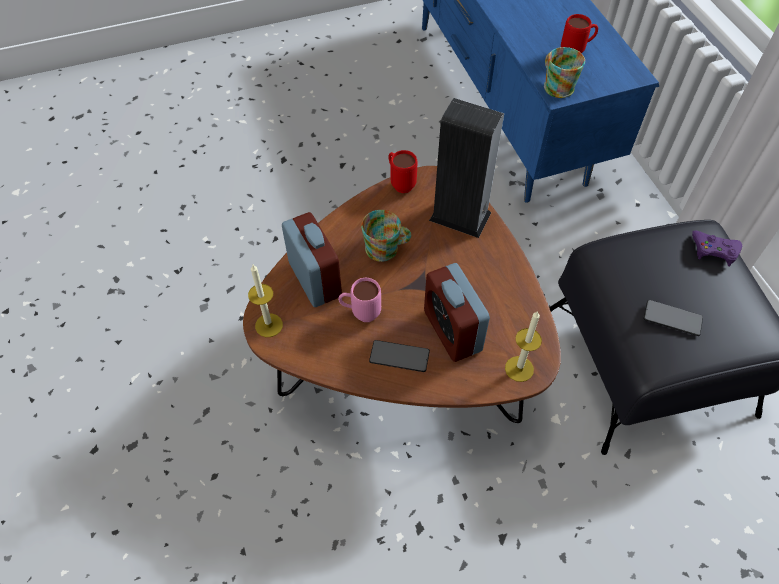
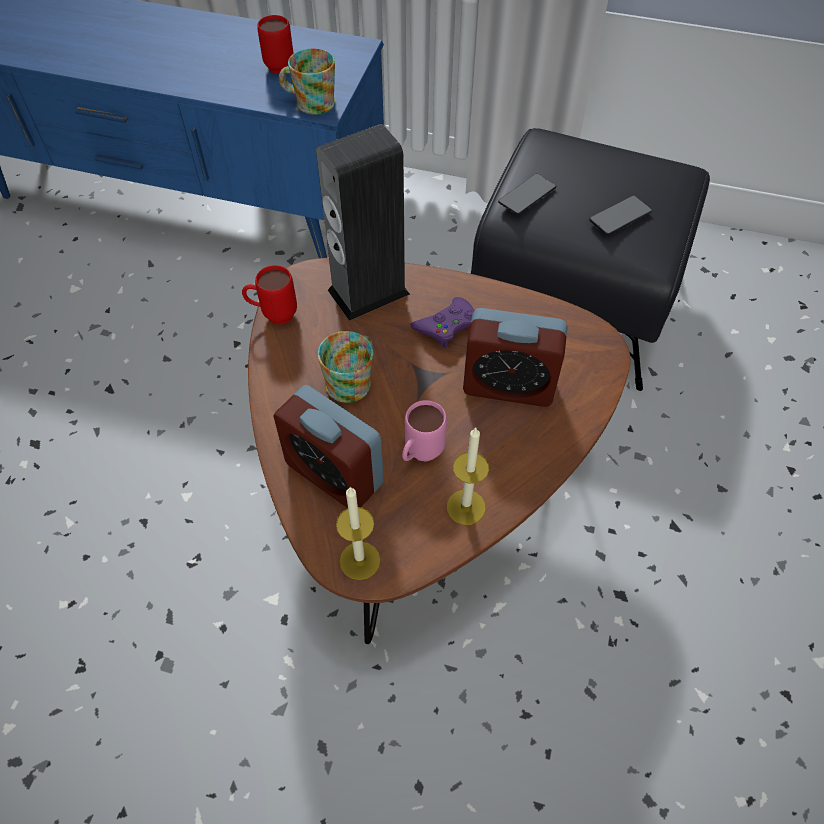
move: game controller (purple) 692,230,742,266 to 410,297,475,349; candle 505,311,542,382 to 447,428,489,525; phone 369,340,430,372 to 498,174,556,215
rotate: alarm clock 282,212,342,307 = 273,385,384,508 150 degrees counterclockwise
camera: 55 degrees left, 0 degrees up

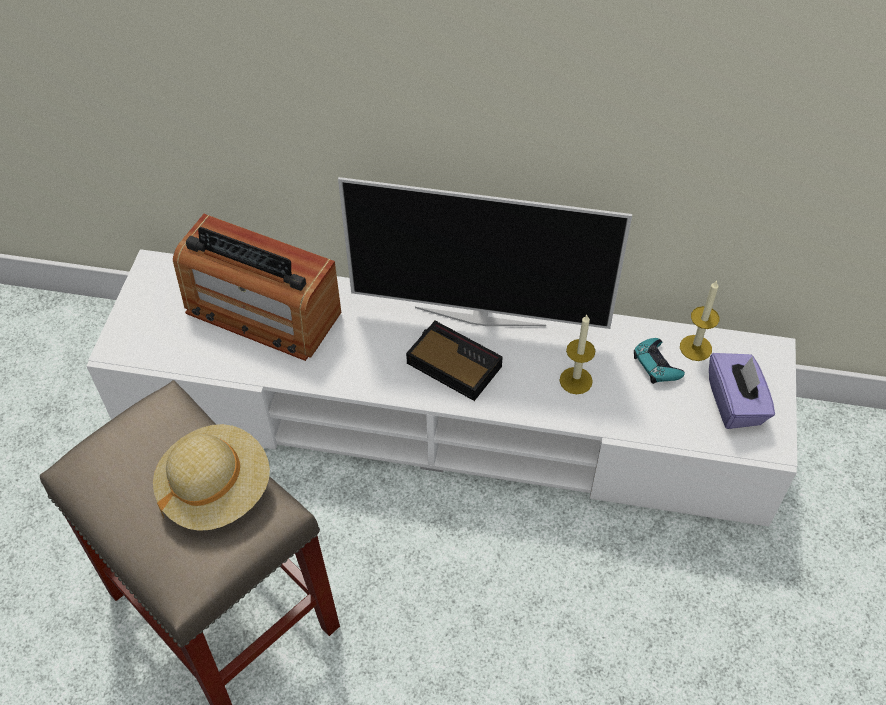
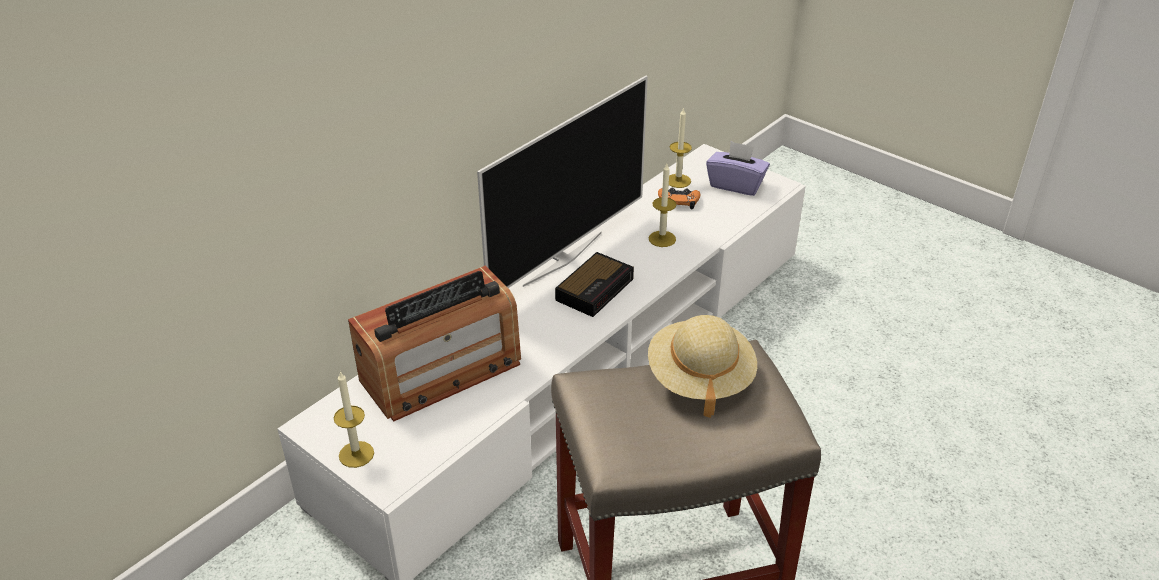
insert: candle 334,371,374,468
recolor: game controller (turquoise) 634,338,685,384 to game controller (orange) 658,188,700,209
rotate: alarm clock 406,321,503,401 = 555,252,634,317 150 degrees clockwise
camera: 60 degrees left, 15 degrees down

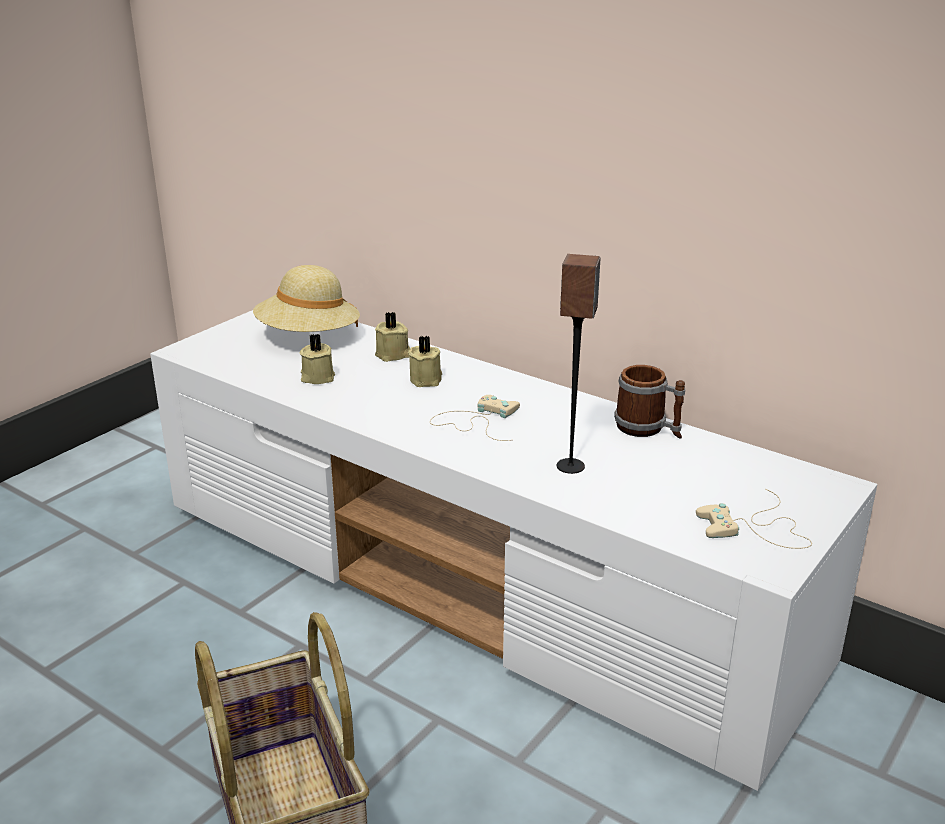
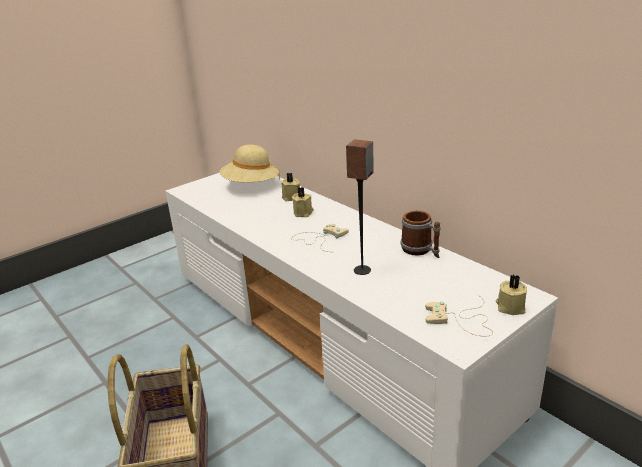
move: candle (beige) 300,334,335,384 to 496,275,527,315
camera: 15 degrees right, 0 degrees up

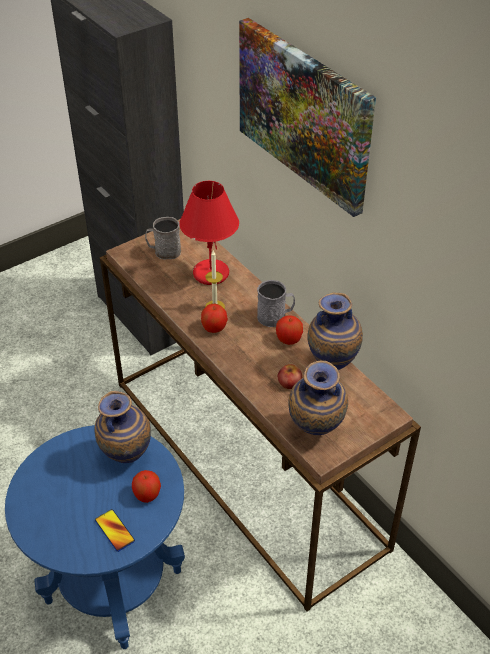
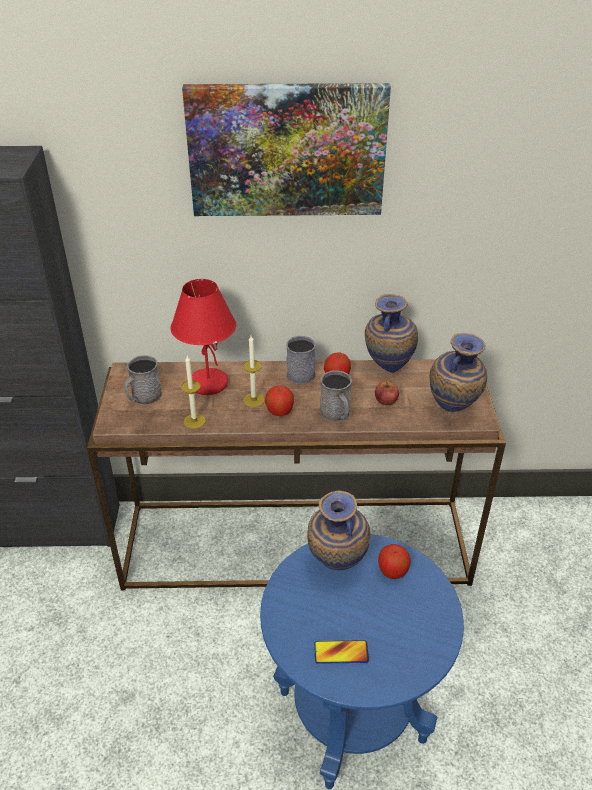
insert: candle 181,356,206,429; mug (grey) 320,370,352,422
move: phone 95,509,135,552 to 314,640,369,664
camera: 55 degrees left, 5 degrees down

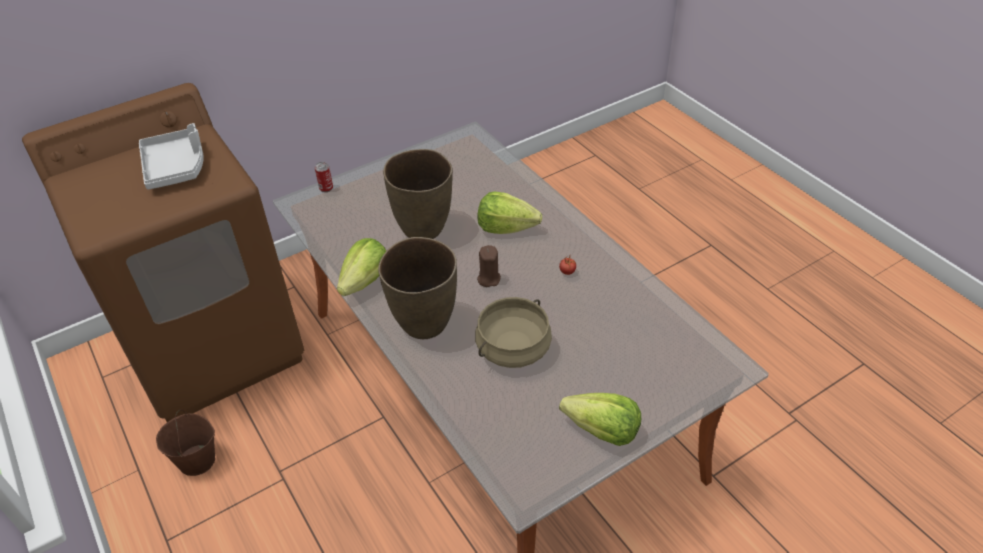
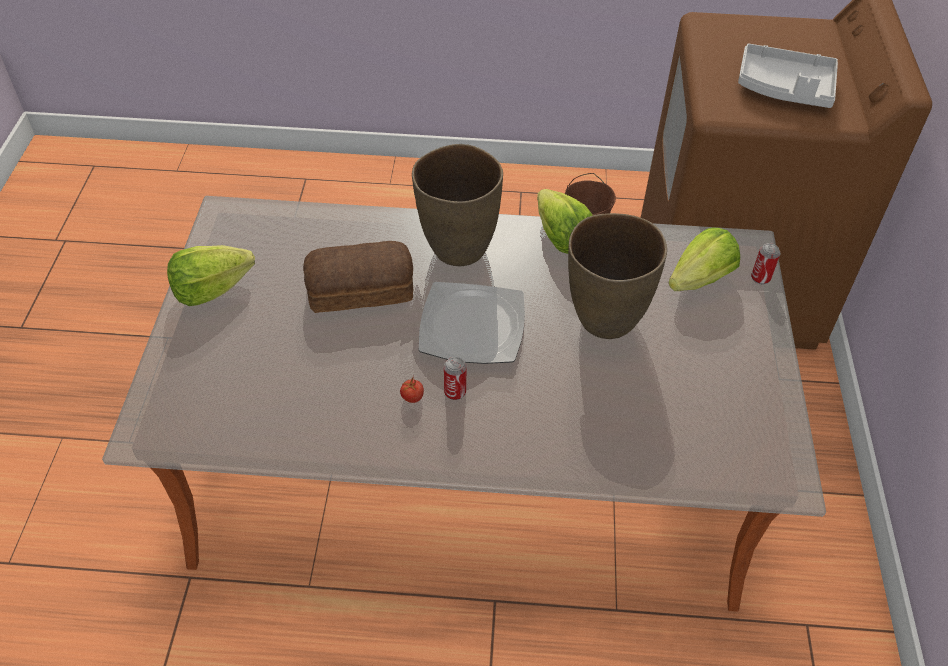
insert: can 444,357,466,400
move: lettuce 478,191,542,234 to 668,228,740,291
replace: candle (brown) 477,245,501,287 to plate 419,282,525,364; cooking pot (beige) 475,297,552,368 to bread 303,241,413,313
camera: 125 degrees right, 5 degrees up

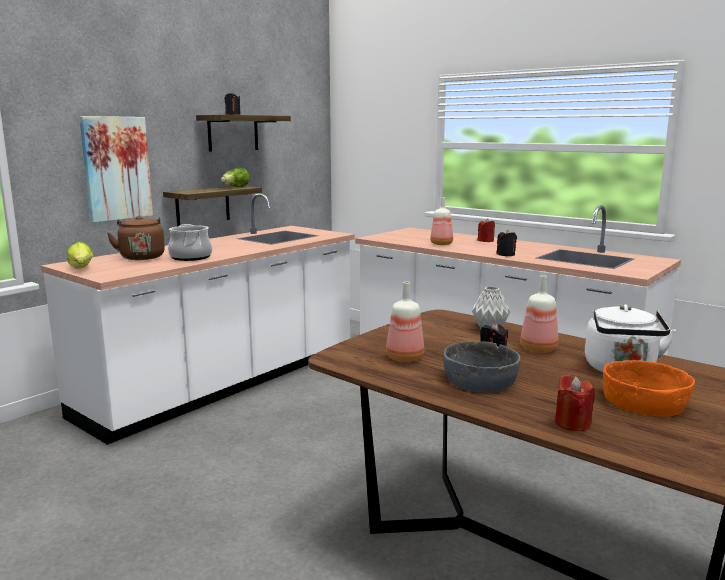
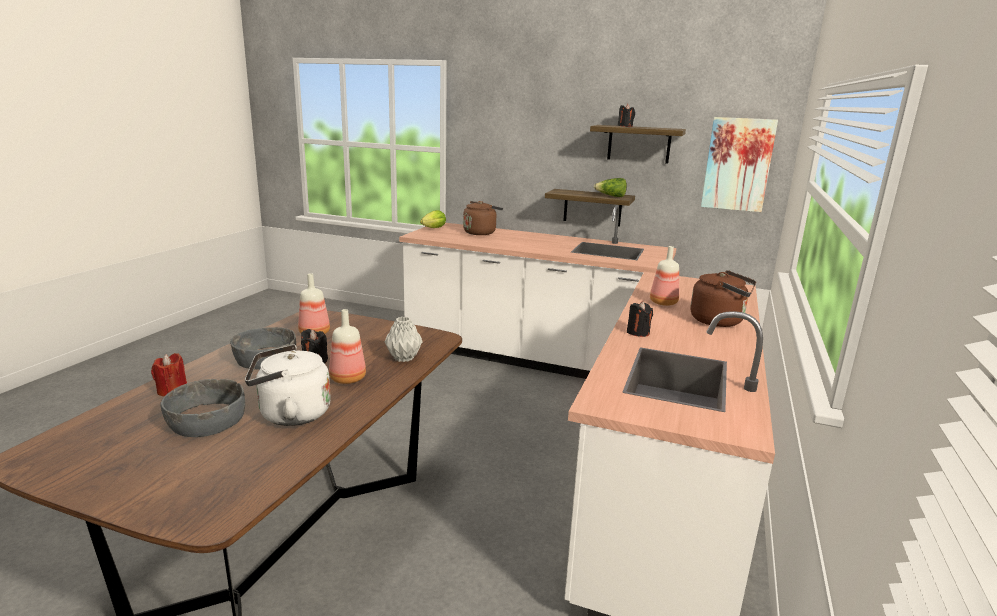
delete: cooking pot 168,224,212,261
move: picture 79,116,153,222 to 701,117,778,212
replace: candle (red) 477,219,495,242 to kettle (brown) 690,270,756,327
recolor: bowl (orange) 603,360,695,417 to bowl (grey) 160,379,245,437
camera: 70 degrees right, 5 degrees up

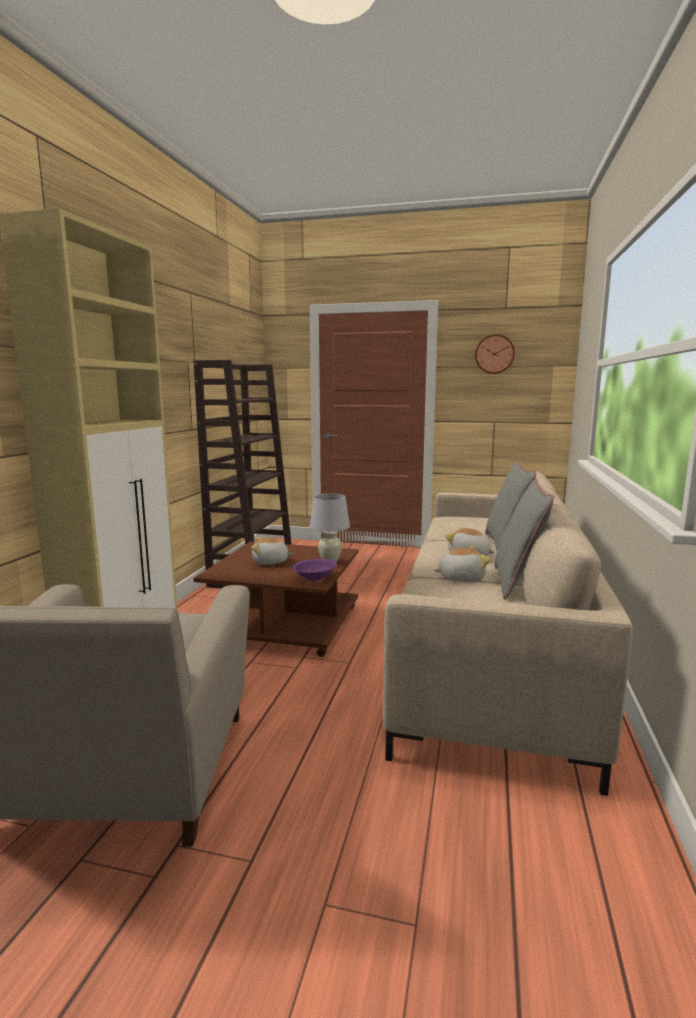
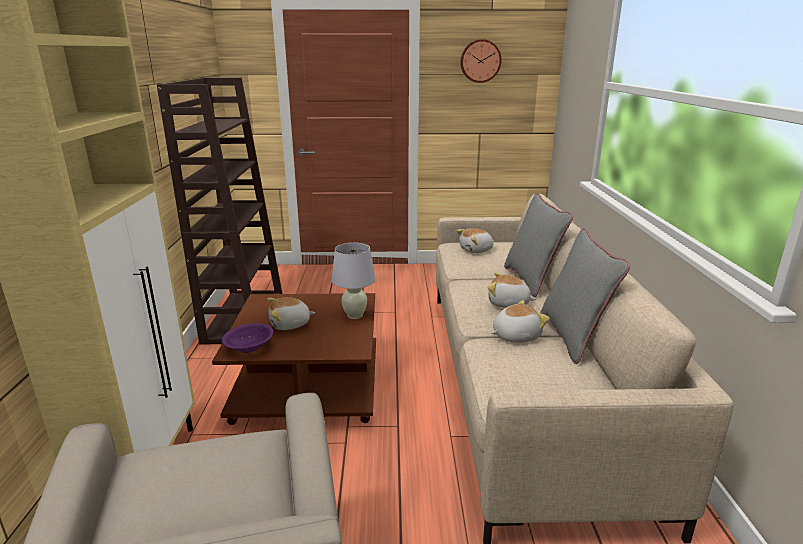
insert: plush toy 456,228,494,253
move: bowl (purple) 292,559,337,581 to 222,323,273,353
camera: 15 degrees left, 10 degrees up

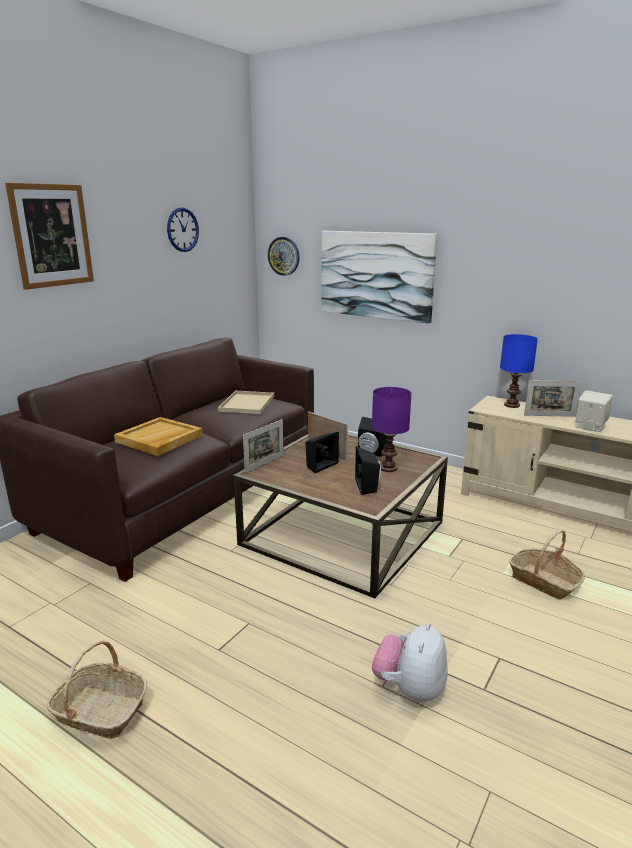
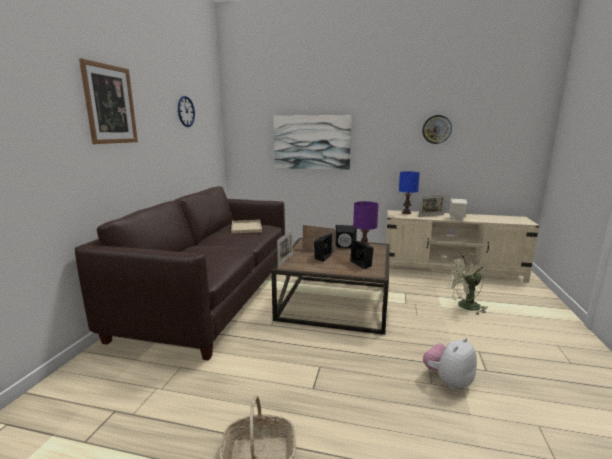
delete: tray (beige) 114,417,203,456
move: wall clock 268,237,300,276 to 422,115,452,144
replace: basket 509,529,585,599 to fan (green) 446,253,487,315
rotate: plush toy 372,622,448,703 = 423,338,477,390 45 degrees clockwise
camera: 20 degrees left, 5 degrees down

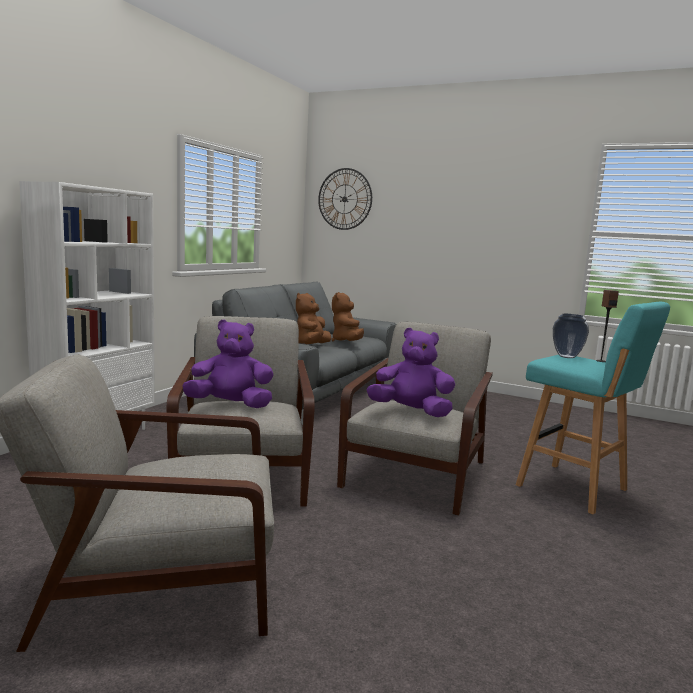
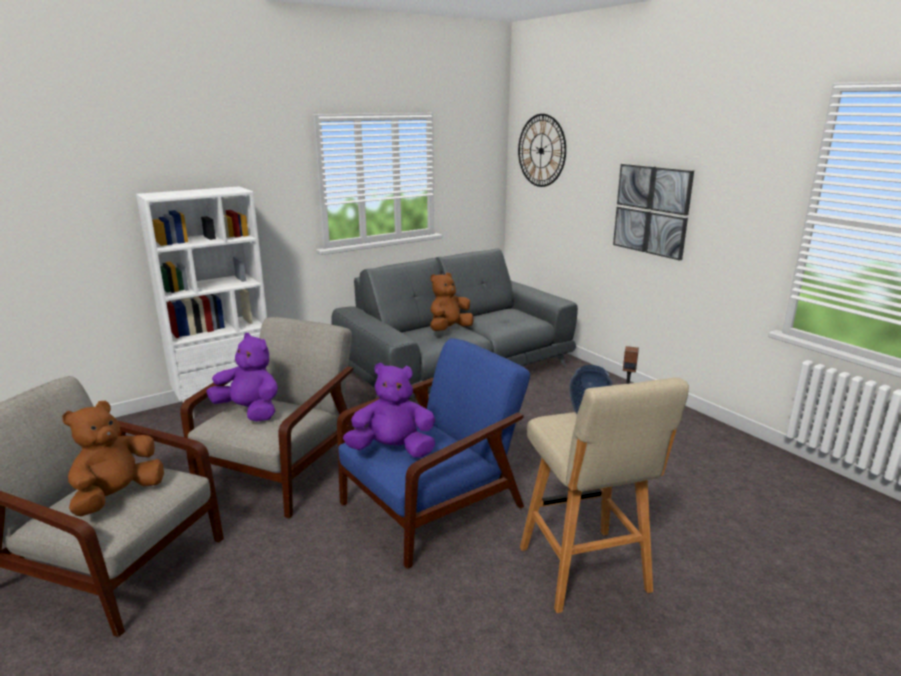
insert: picture 613,164,694,261
move: plush toy (brown) 332,292,364,342 to 62,401,164,516
recolor: stool (turquoise) 516,302,670,515 to stool (beige) 520,377,689,613; armchair (grey) 337,322,493,515 to armchair (blue) 337,338,530,569
rotate: plush toy (purple) 366,328,455,417 = 343,363,435,458 45 degrees counterclockwise
camera: 30 degrees right, 10 degrees up

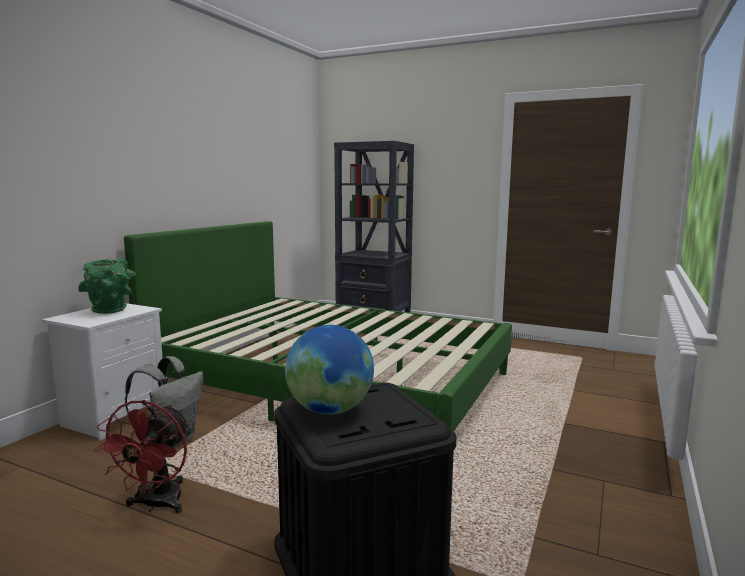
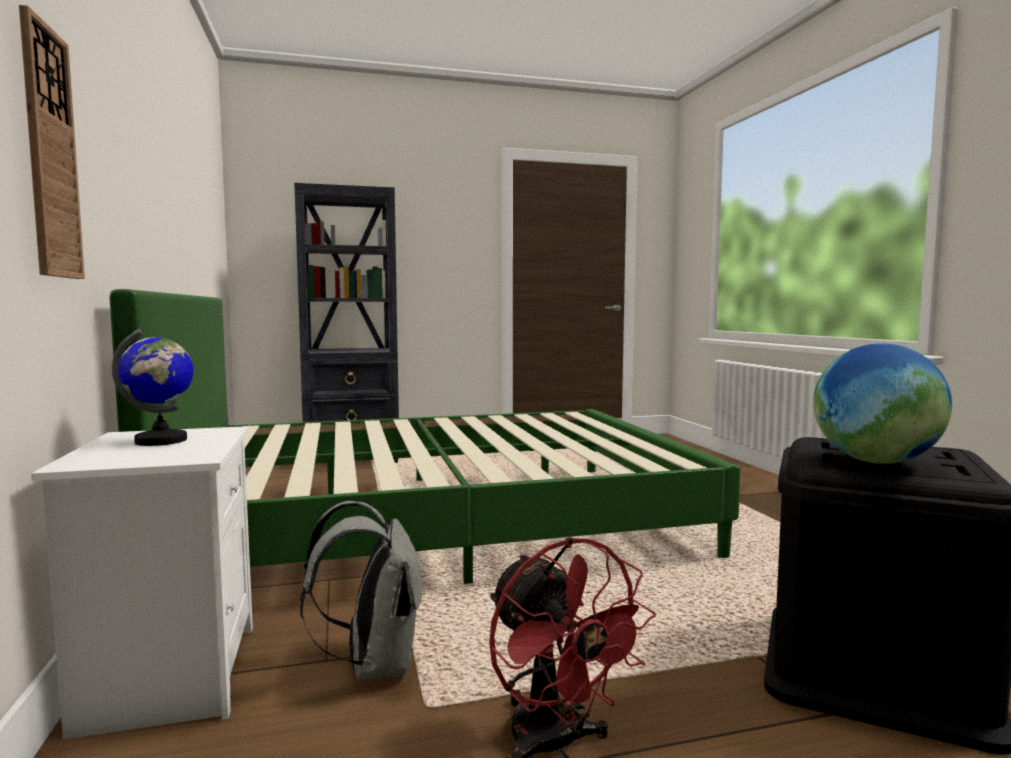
insert: wall clock 19,5,85,279
replace: vase (green) 78,258,136,314 to globe 112,329,194,446
camera: 40 degrees left, 5 degrees down

